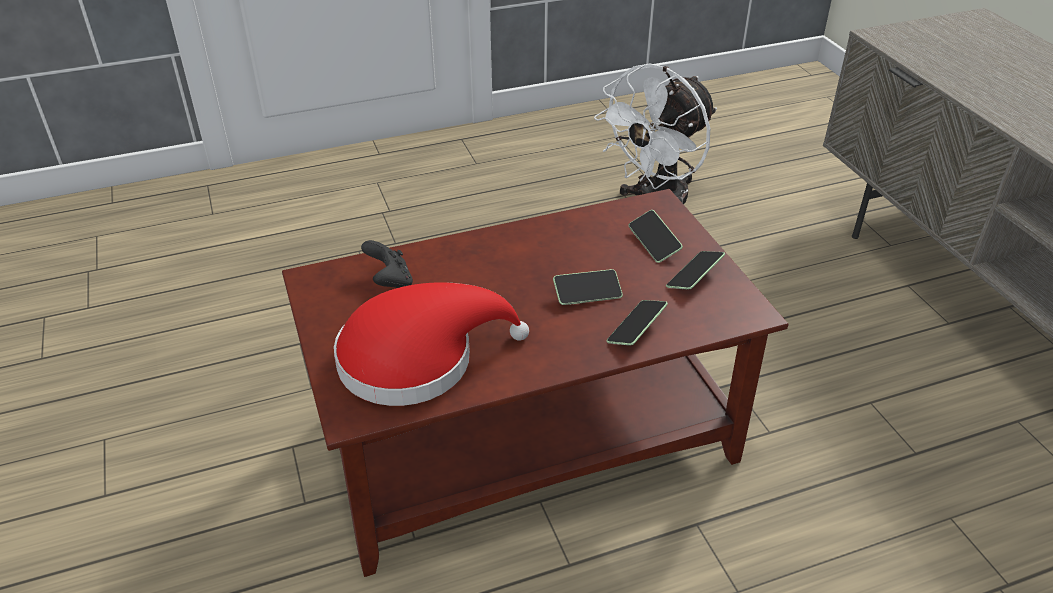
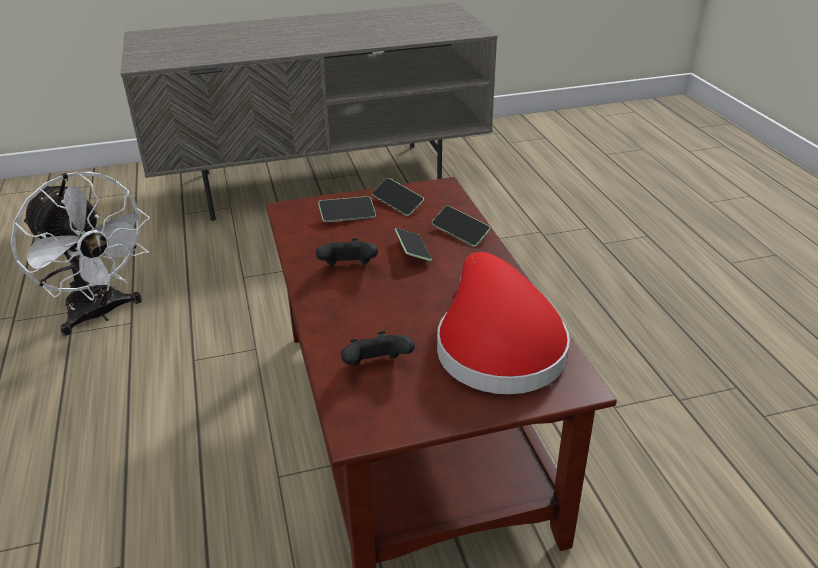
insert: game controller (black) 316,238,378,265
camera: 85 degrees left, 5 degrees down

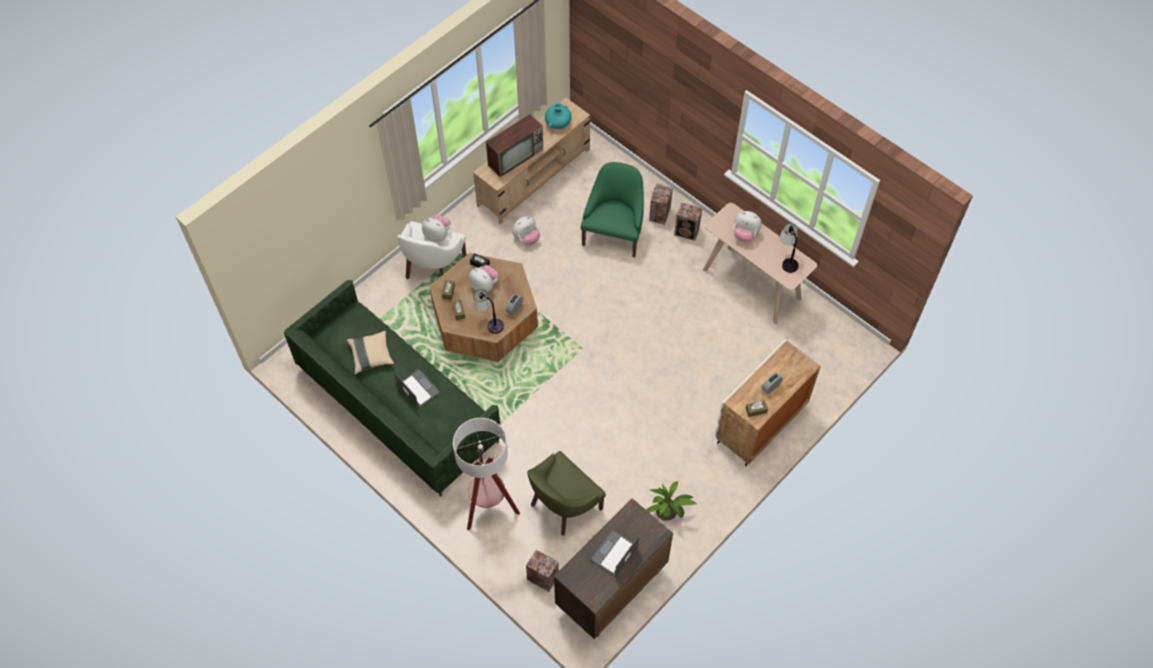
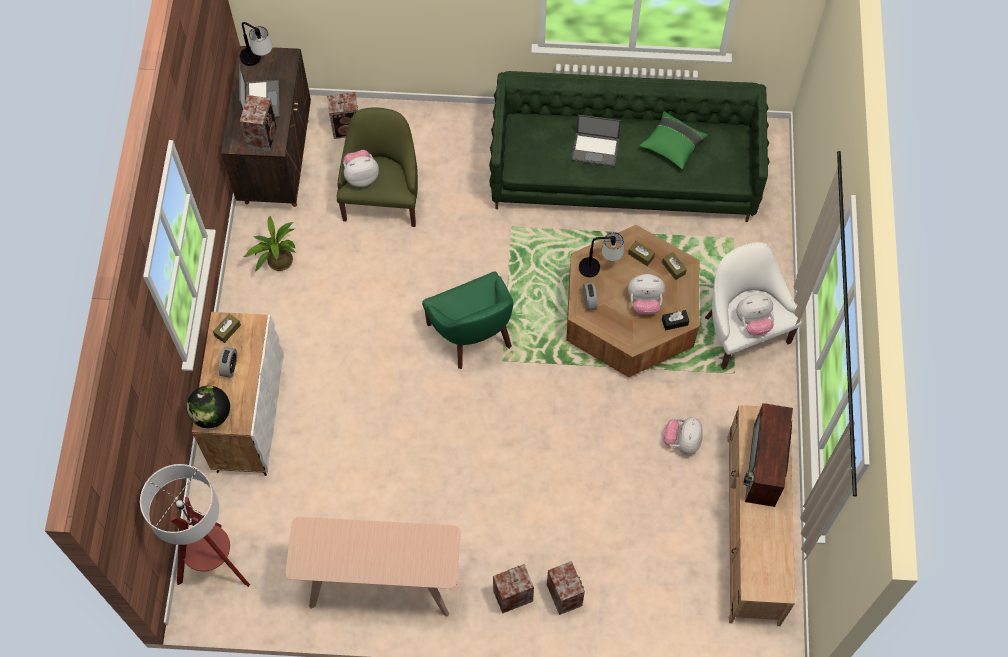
delete: vase (turquoise) 545,102,572,129
insert: speaker 240,95,277,152; globe 187,386,230,428
move: armchair (green) 581,162,644,257 to 422,272,514,369; plush toy 734,211,762,242 to 343,150,379,187; table lamp 780,223,799,273 to 240,22,273,66; floor lamp 453,418,520,531 to 140,464,250,587
recolor: pillow (beige) 347,331,394,374 to pillow (green) 639,111,708,169
camera: 140 degrees right, 5 degrees up

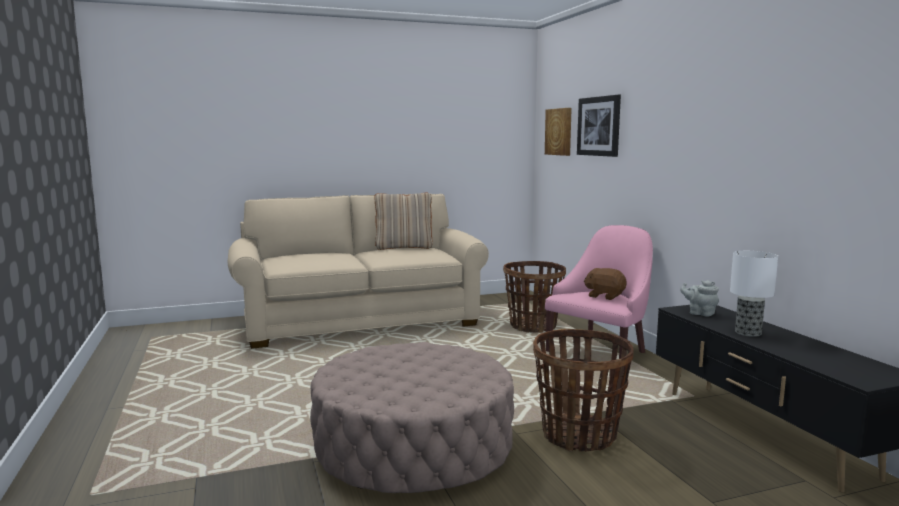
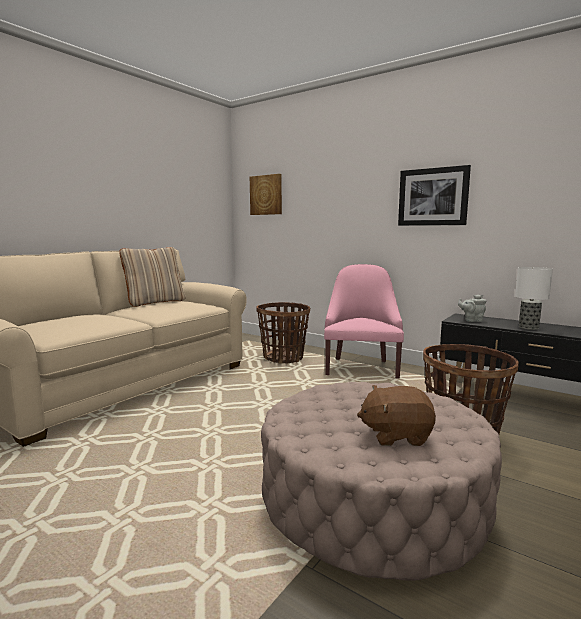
move: picture 577,95,621,157 to 398,165,471,226; plush toy (brown) 584,268,627,300 to 357,385,436,446
camera: 35 degrees left, 0 degrees up

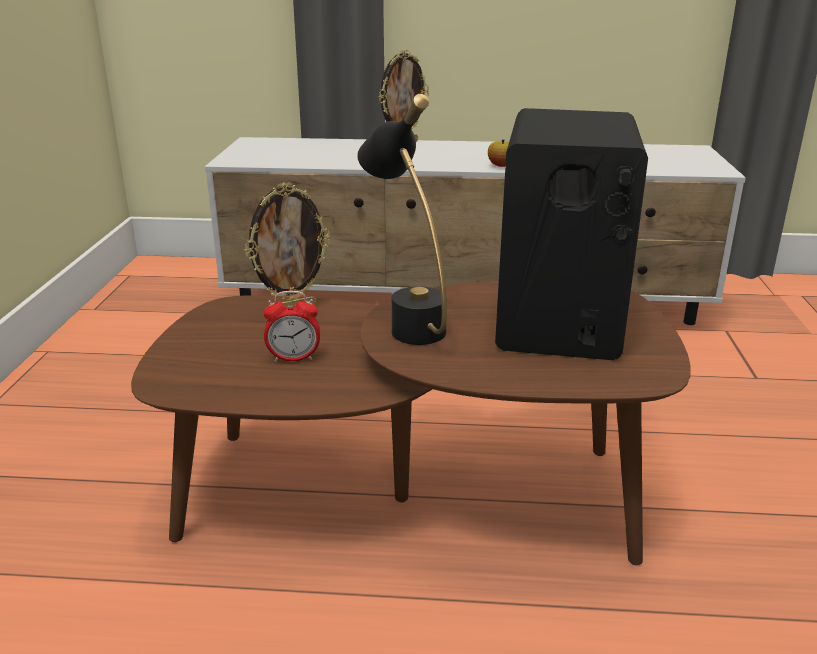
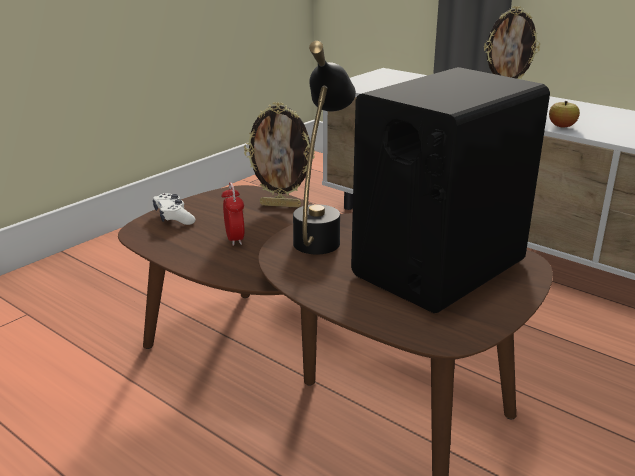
insert: game controller (white) 153,193,195,225
rotate: alarm clock 263,291,320,362 = 221,183,244,246 135 degrees counterclockwise
camera: 35 degrees right, 0 degrees up

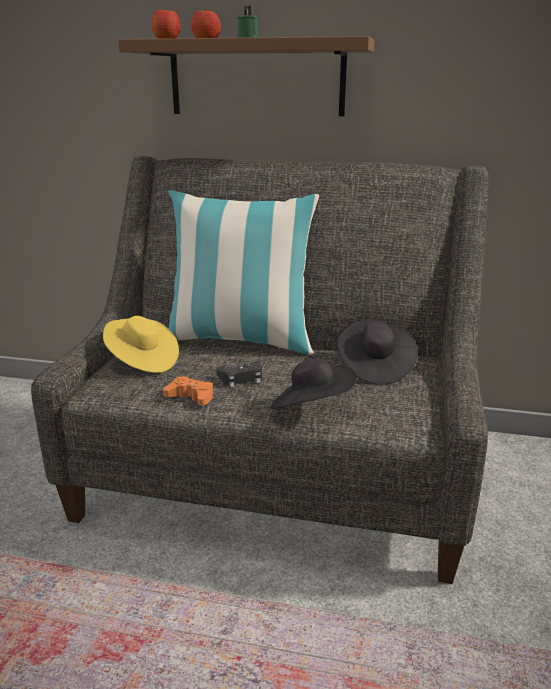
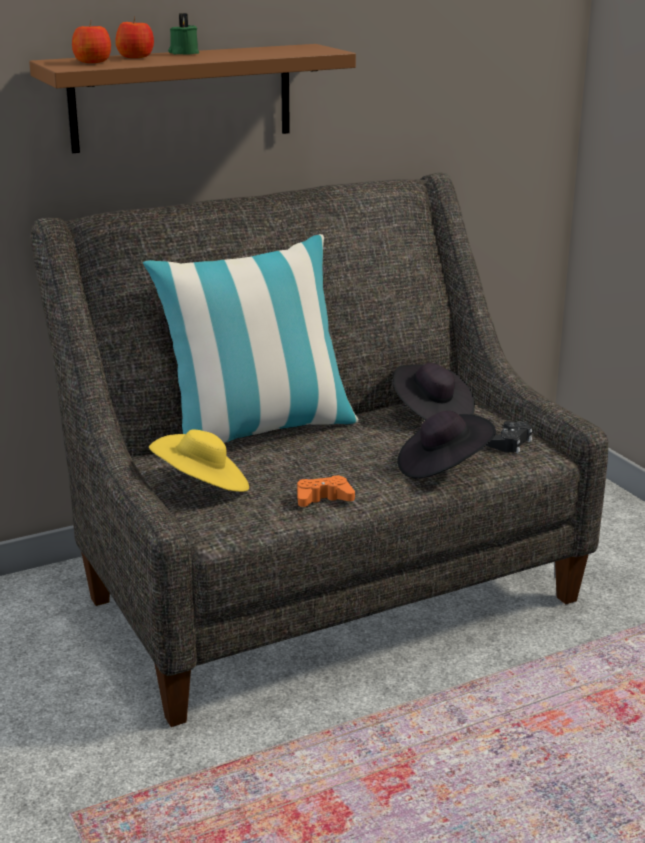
move: game controller (black) 217,361,262,387 to 486,421,532,453
camera: 40 degrees left, 0 degrees up

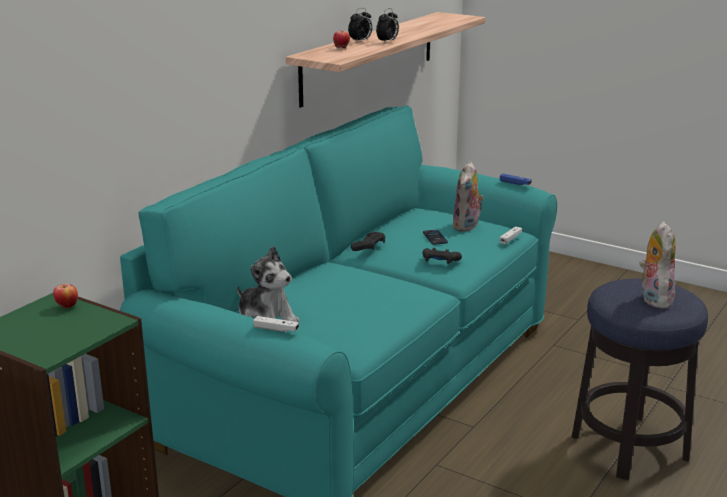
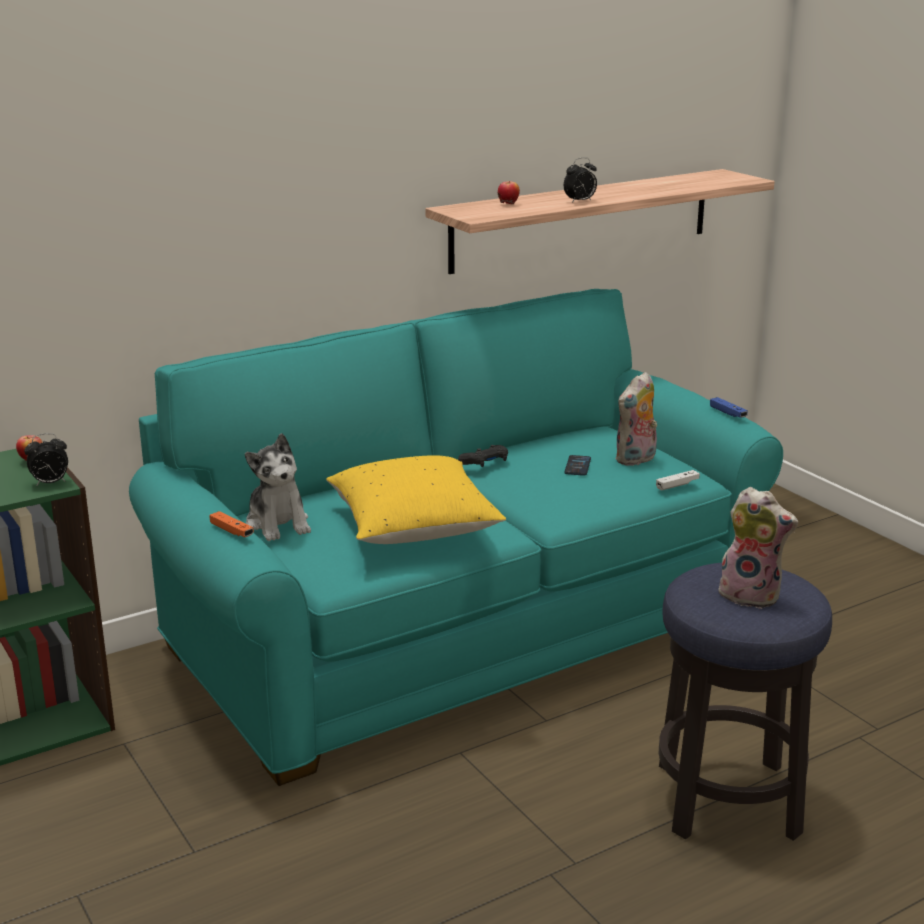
delete: game controller (black) 422,248,462,264
insert: pillow (yellow) 326,455,506,544
move: alarm clock 348,8,372,42 to 24,433,68,485
recolor: game controller (white) 253,316,299,332 to game controller (orange) 209,511,254,537
rotate: plush toy 639,221,676,309 = 718,487,798,609 90 degrees clockwise
camera: 25 degrees right, 0 degrees up

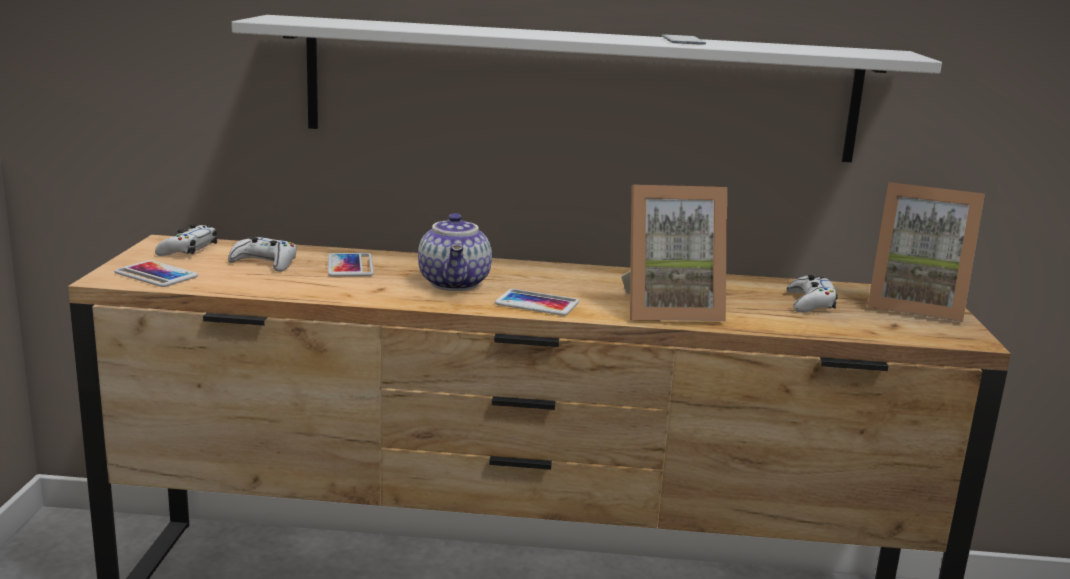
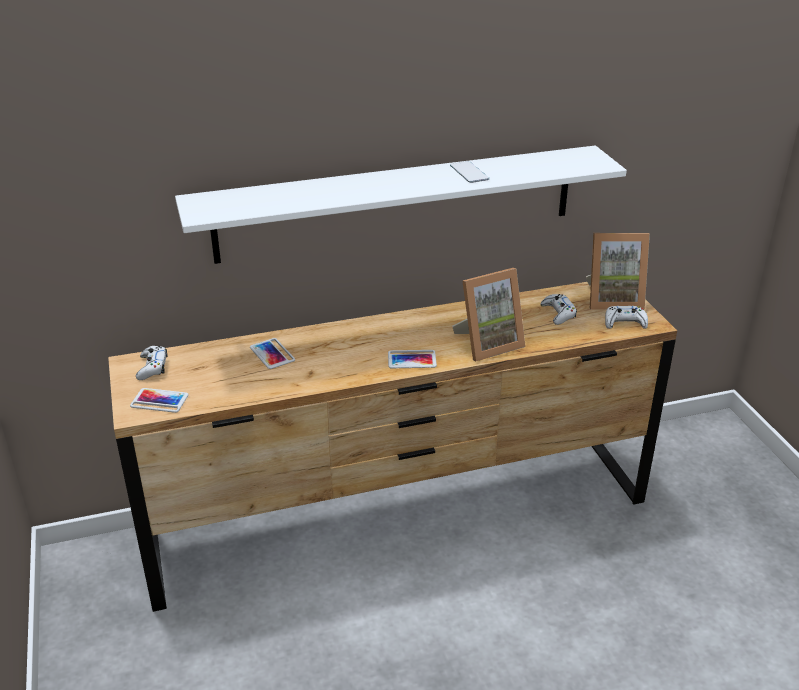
delete: teapot 418,213,492,291
move: game controller (white) 228,237,297,272 to 605,306,648,329
camera: 20 degrees left, 15 degrees up

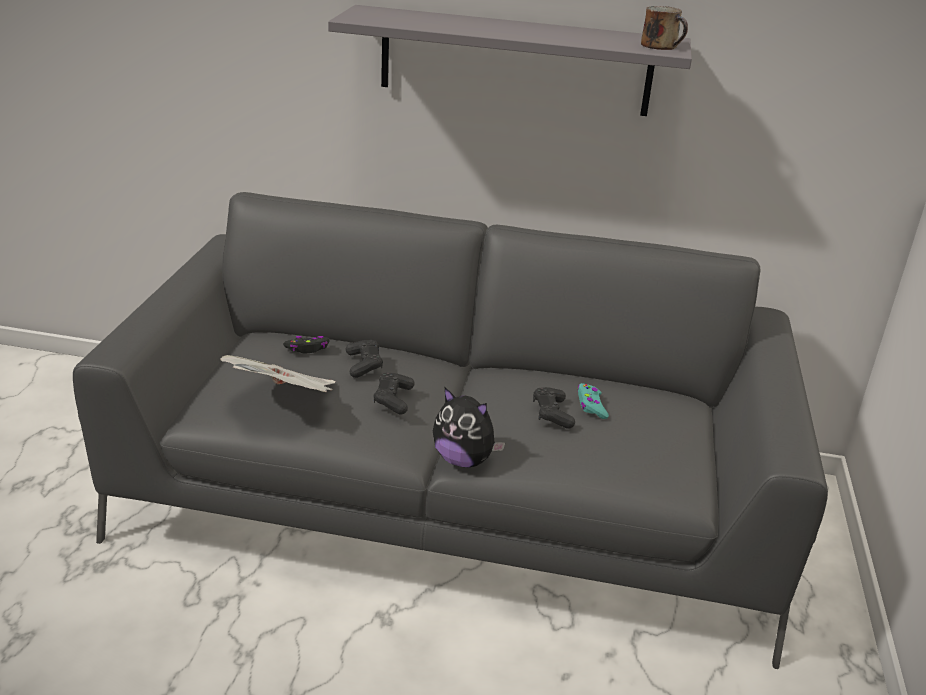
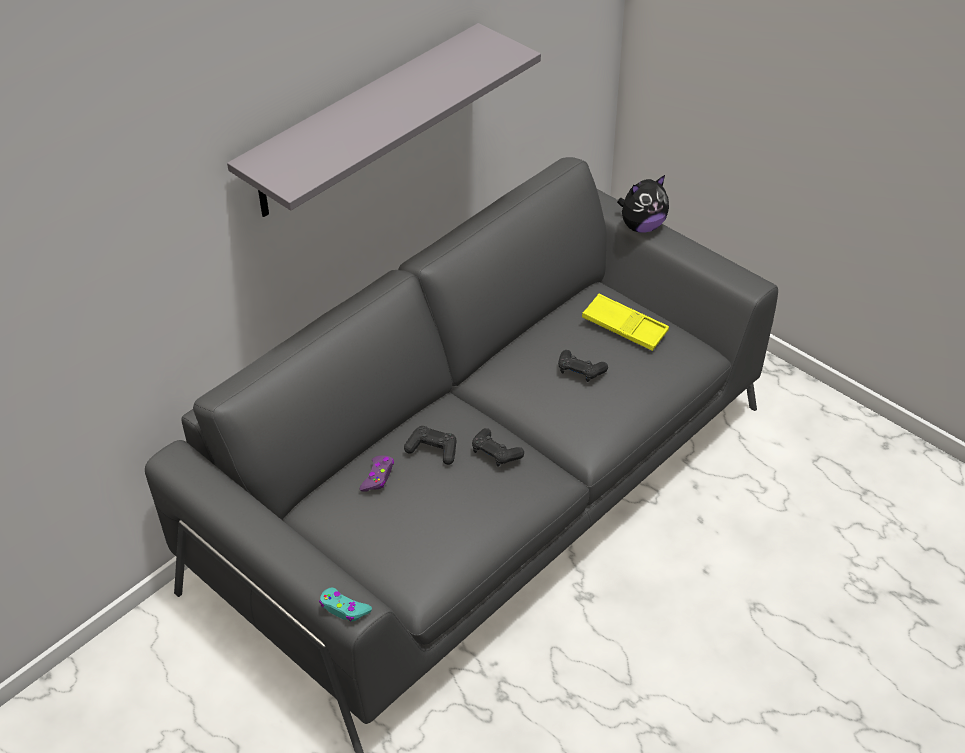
delete: mug 641,6,688,50; newspaper 220,355,336,392
insert: tray (yellow) 582,294,669,351
move: game controller (turquoise) 578,383,609,419 to 319,588,372,621; plush toy 433,388,506,467 to 617,175,669,233
recolor: game controller (black) 283,336,329,354 to game controller (purple) 360,455,394,492
camera: 55 degrees left, 15 degrees up

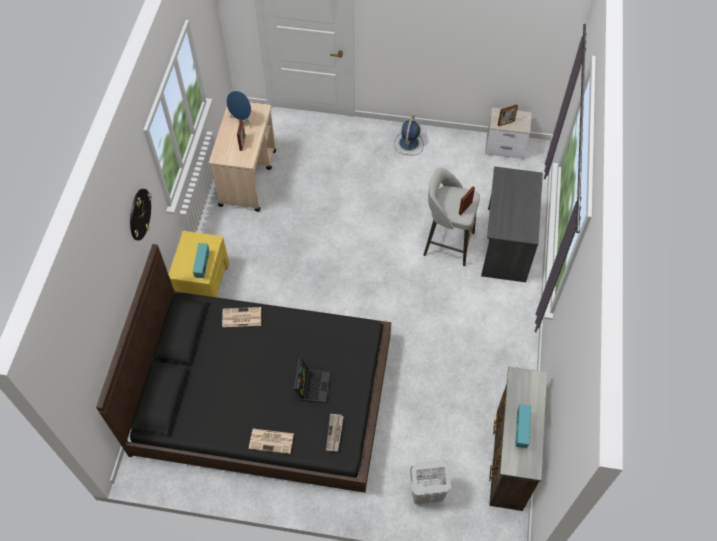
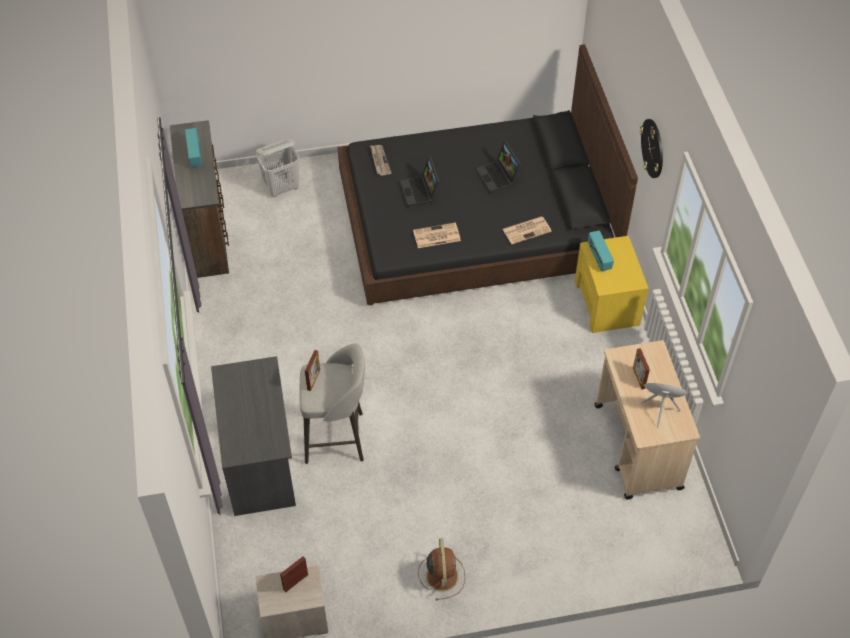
insert: laptop 476,141,521,193
move: newspaper 249,429,294,454 to 413,223,461,248
recolor: fan (blue) 394,115,423,155 to fan (brown) 418,538,465,601
camera: 160 degrees right, 5 degrees down

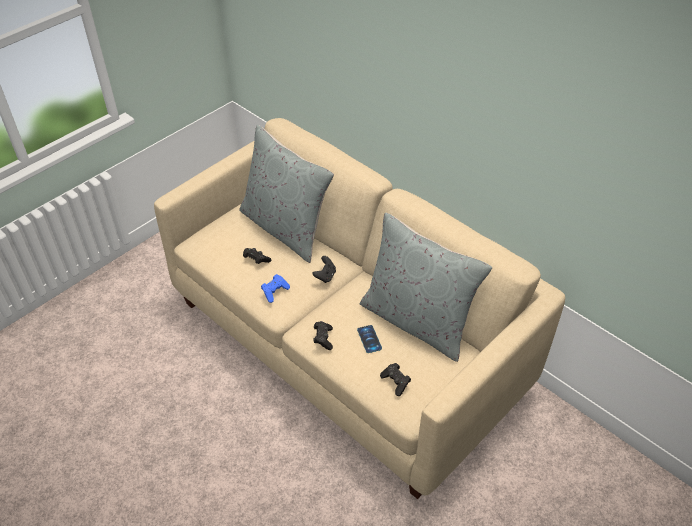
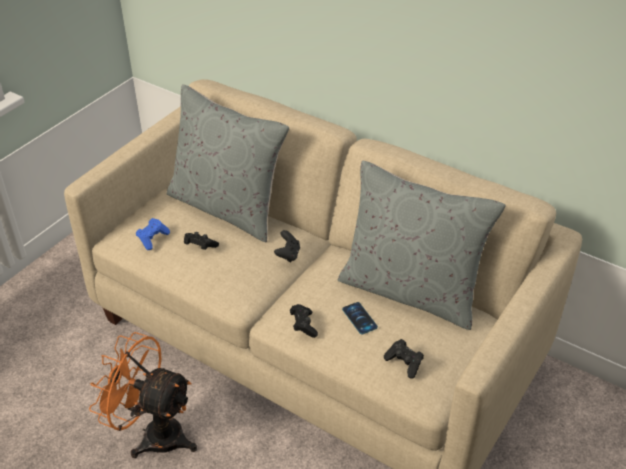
insert: fan (orange) 89,332,197,458
move: game controller (blue) 261,274,290,303 to 136,218,170,250
camera: 10 degrees left, 5 degrees down

